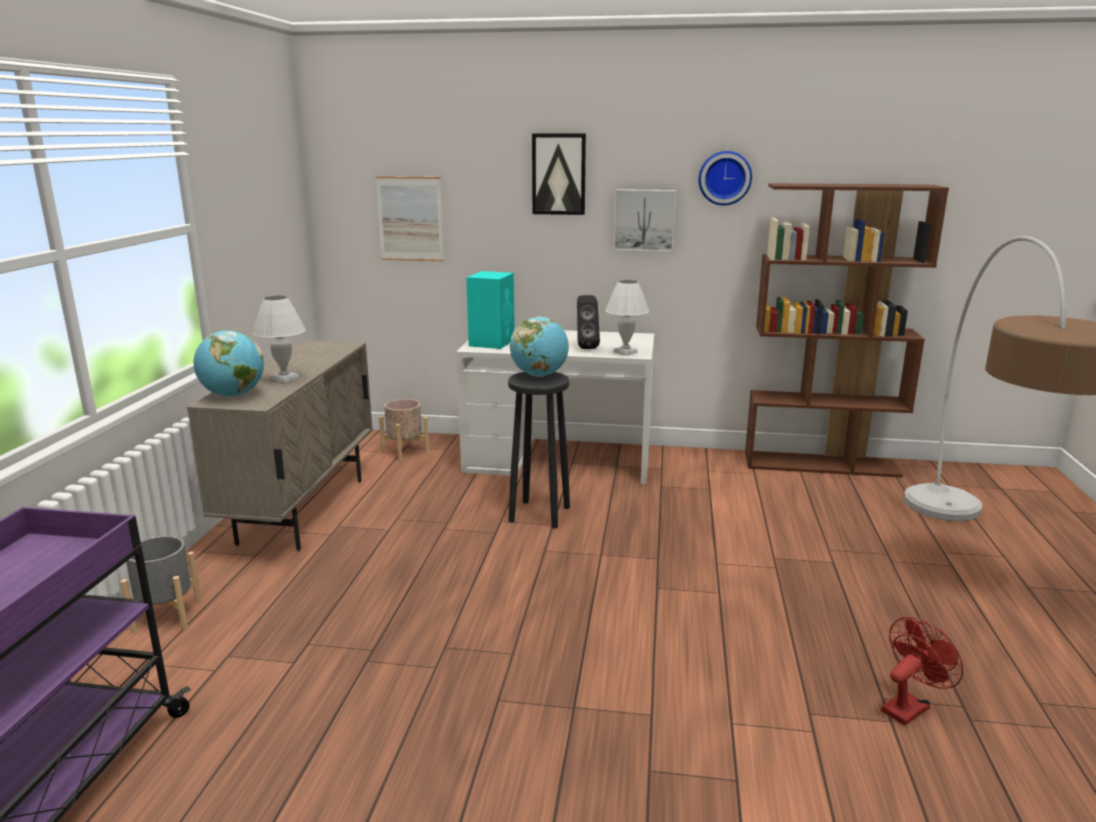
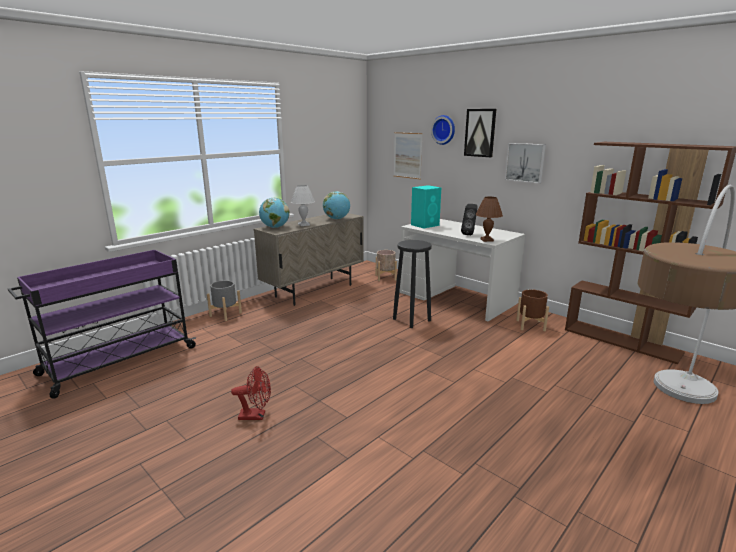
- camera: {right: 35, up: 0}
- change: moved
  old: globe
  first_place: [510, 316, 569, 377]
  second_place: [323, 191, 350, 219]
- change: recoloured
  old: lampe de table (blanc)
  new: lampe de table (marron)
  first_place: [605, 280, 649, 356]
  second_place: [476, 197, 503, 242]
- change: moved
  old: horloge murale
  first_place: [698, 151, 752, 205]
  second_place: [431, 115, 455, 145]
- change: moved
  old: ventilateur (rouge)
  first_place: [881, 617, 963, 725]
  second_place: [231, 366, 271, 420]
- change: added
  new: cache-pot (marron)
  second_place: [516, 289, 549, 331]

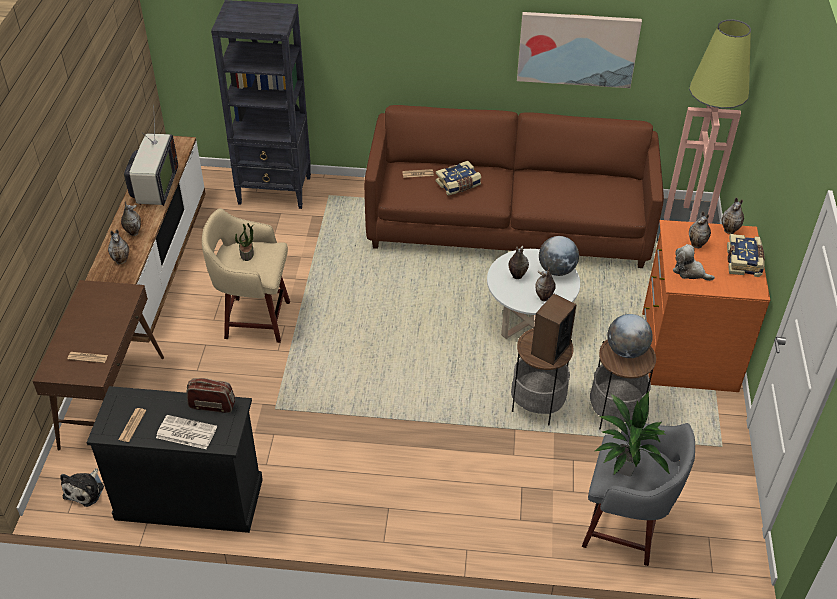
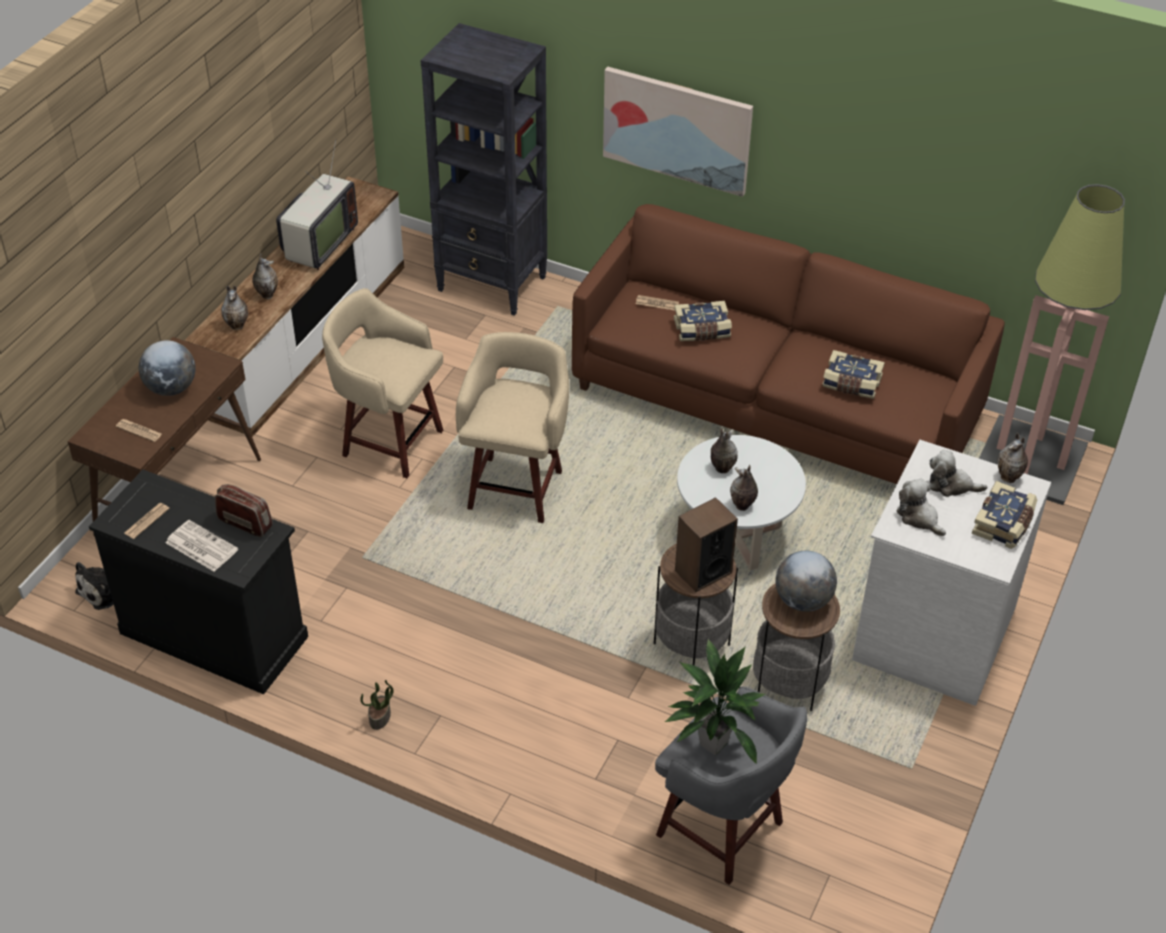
- camera: {right: 20, up: 0}
- change: moved
  old: plante en pot
  first_place: [235, 223, 254, 261]
  second_place: [360, 680, 394, 730]
- change: moved
  old: tableau
  first_place: [517, 12, 642, 88]
  second_place: [603, 67, 753, 197]
- change: moved
  old: globe
  first_place: [539, 236, 579, 276]
  second_place: [139, 340, 195, 396]
- change: recoloured
  old: commode (orange)
  new: commode (blanc)
  first_place: [642, 220, 770, 392]
  second_place: [852, 440, 1052, 706]
- change: replaced
  old: vase
  new: peluche
  first_place: [689, 211, 711, 248]
  second_place: [929, 449, 988, 497]
- change: added
  new: tabouret (beige)
  second_place: [456, 332, 569, 523]
- change: added
  new: livre
  second_place: [822, 350, 885, 399]

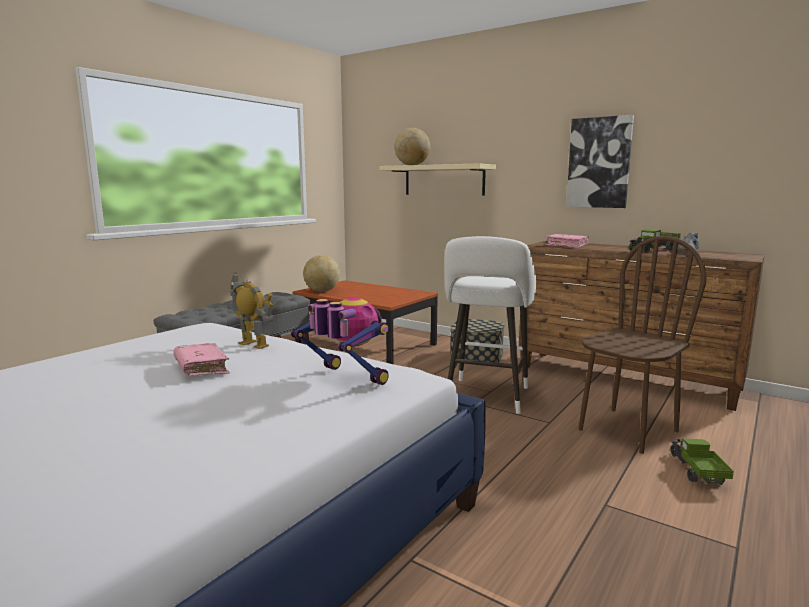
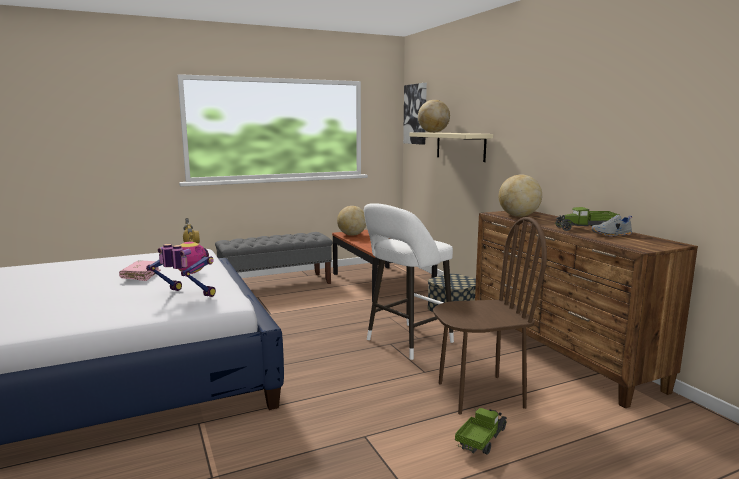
- camera: {right: 30, up: 0}
- change: turned
  old: robot jouet
  first_place: [291, 298, 389, 385]
  second_place: [146, 242, 216, 297]
  degrees: -45
- change: replaced
  old: livre (rose)
  new: globe
  first_place: [545, 234, 589, 248]
  second_place: [499, 174, 542, 217]
- change: moved
  old: tableau
  first_place: [566, 115, 634, 208]
  second_place: [403, 83, 427, 145]

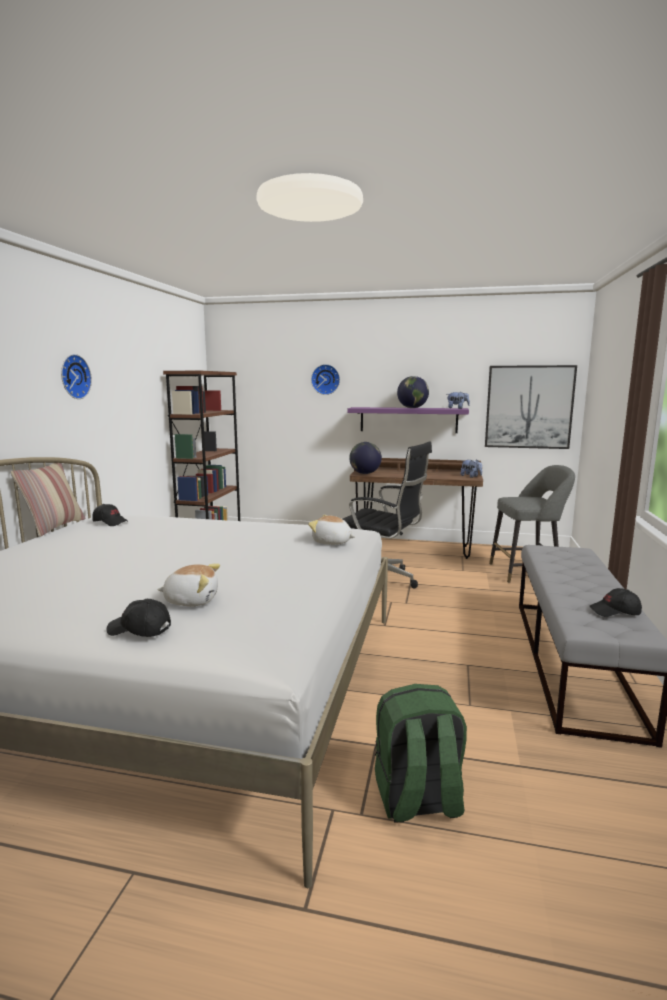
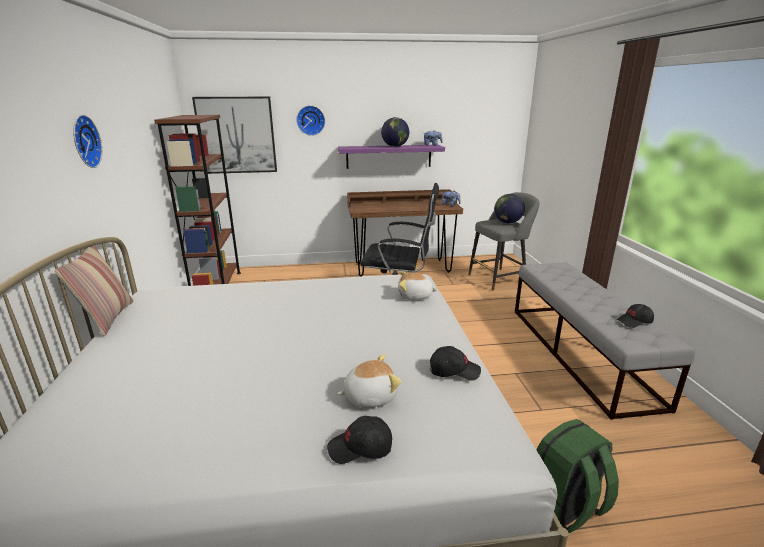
- camera: {right: -20, up: 10}
- change: moved
  old: casquette (noir)
  first_place: [92, 504, 128, 526]
  second_place: [430, 346, 481, 381]
- change: moved
  old: globe
  first_place: [349, 442, 382, 474]
  second_place: [494, 194, 525, 223]
- change: moved
  old: tableau
  first_place: [485, 365, 577, 449]
  second_place: [192, 97, 277, 174]

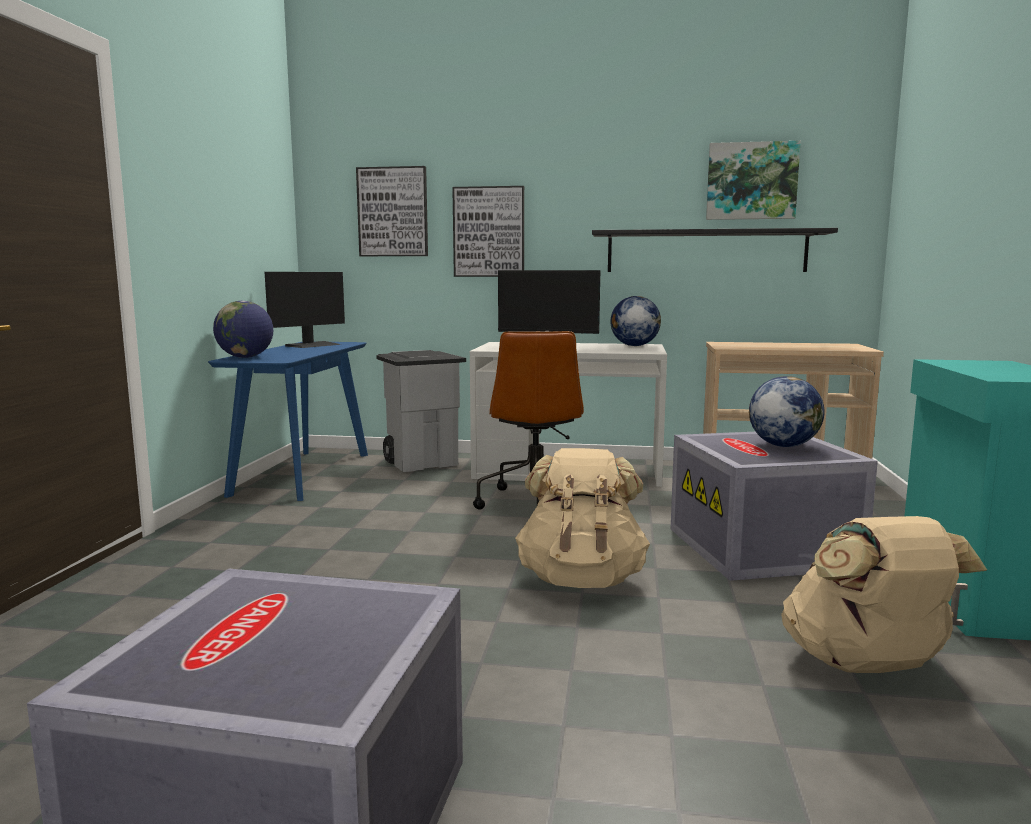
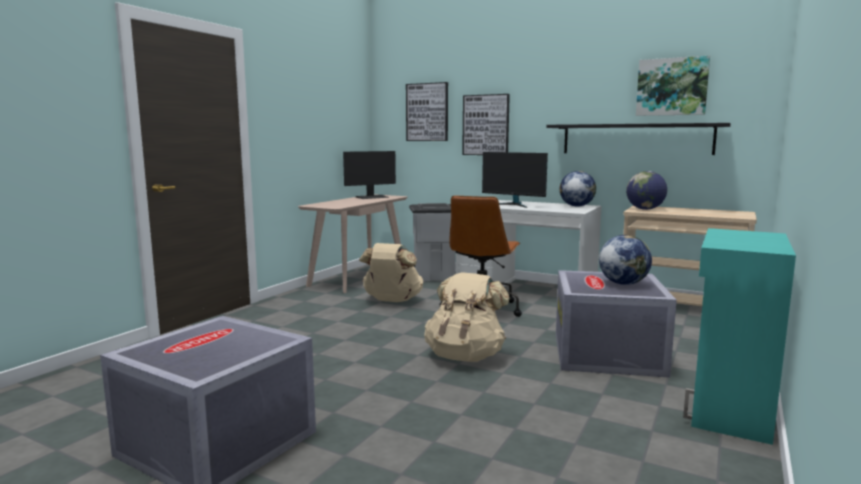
- camera: {right: 20, up: 0}
- change: recoloured
  old: table console (bleu)
  new: table console (beige)
  first_place: [208, 342, 368, 501]
  second_place: [298, 194, 408, 293]
- change: moved
  old: globe
  first_place: [213, 301, 273, 358]
  second_place: [626, 171, 667, 210]
- change: moved
  old: sac à dos (beige)
  first_place: [781, 516, 987, 673]
  second_place: [359, 243, 423, 302]

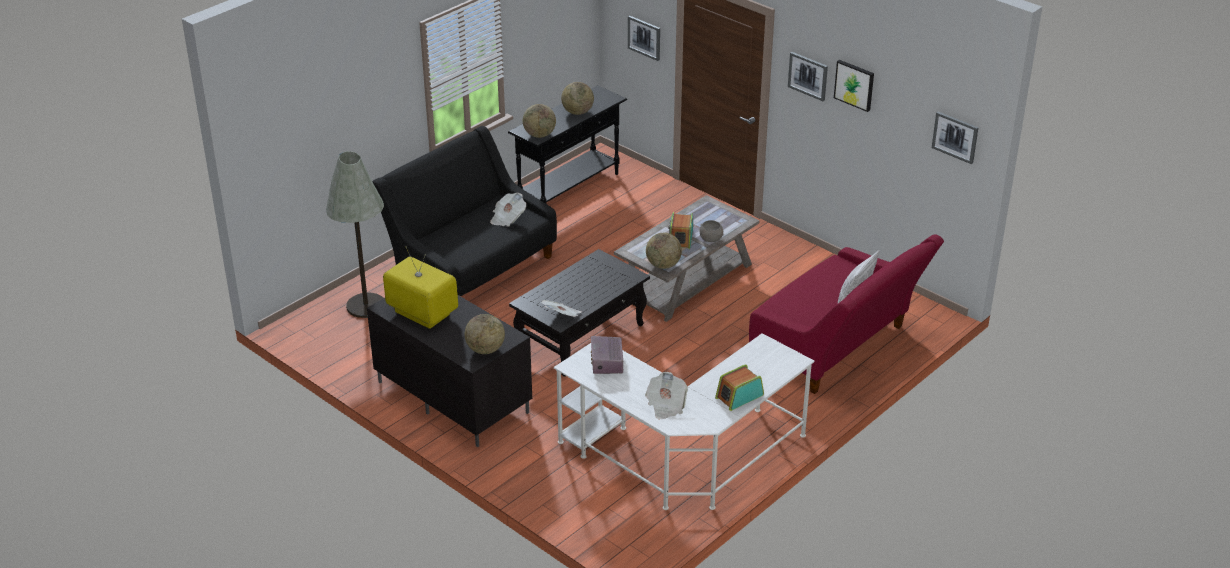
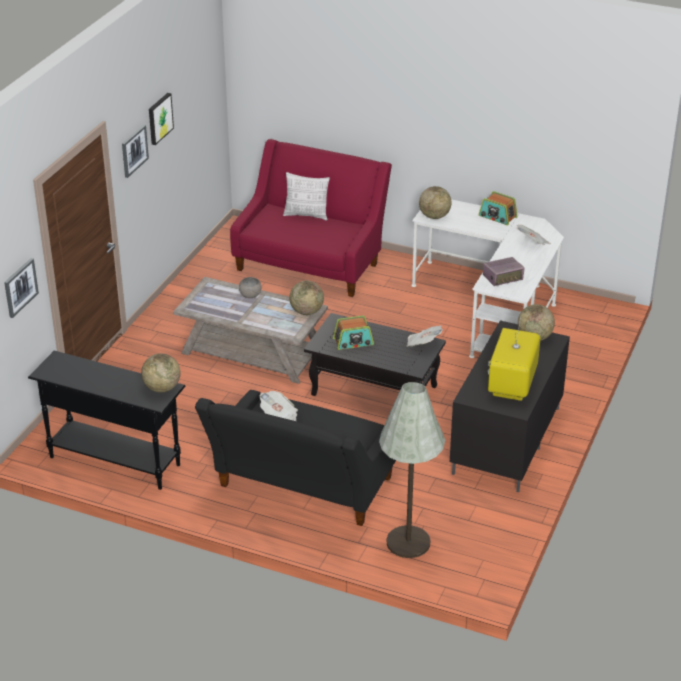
- camera: {right: -110, up: 0}
- change: moved
  old: globe
  first_place: [561, 82, 594, 115]
  second_place: [419, 186, 452, 219]
- change: moved
  old: radio
  first_place: [669, 212, 693, 249]
  second_place: [333, 315, 374, 350]
- change: removed
  old: tableau
  first_place: [932, 112, 979, 164]

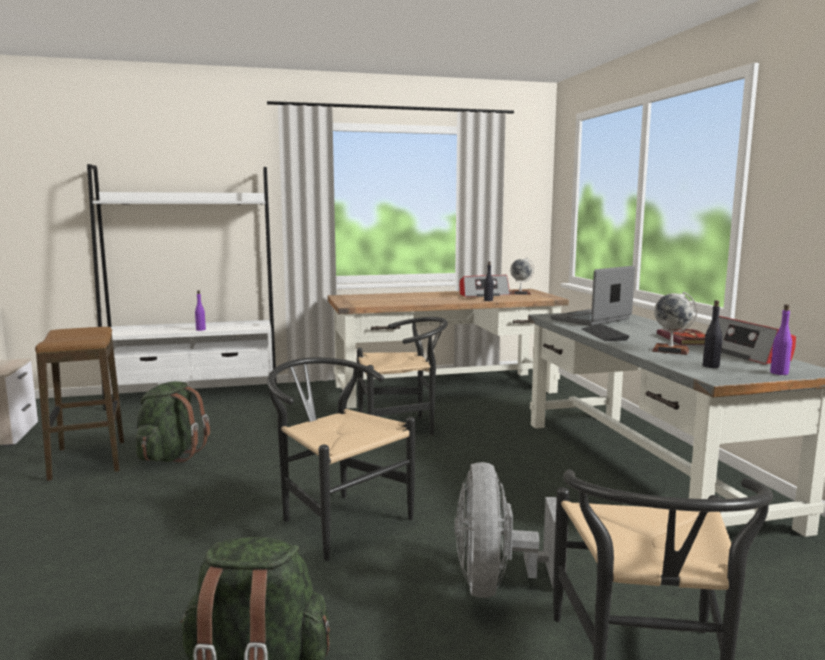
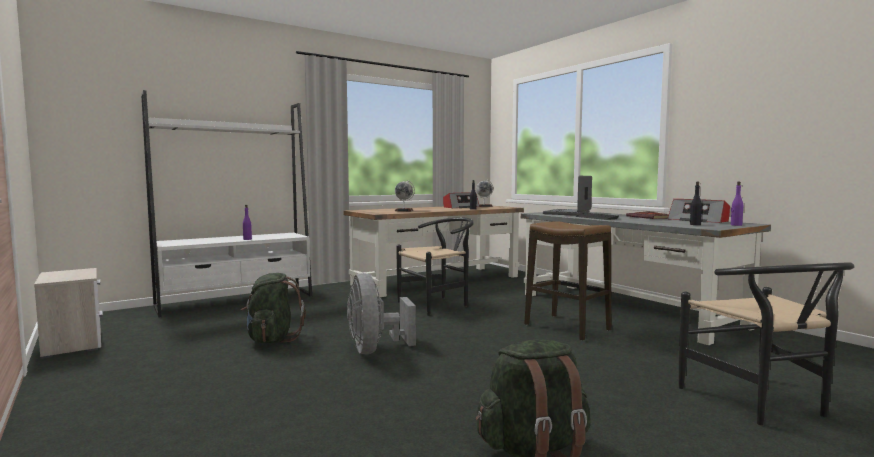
- camera: {right: -20, up: -5}
- change: moved
  old: tabouret
  first_place: [35, 327, 124, 481]
  second_place: [524, 221, 611, 341]
- change: removed
  old: chaise (noir)
  first_place: [267, 357, 415, 561]
- change: moved
  old: ventilateur (gris)
  first_place: [455, 462, 568, 598]
  second_place: [347, 273, 416, 354]
- change: moved
  old: globe
  first_place: [652, 292, 697, 355]
  second_place: [395, 180, 415, 211]

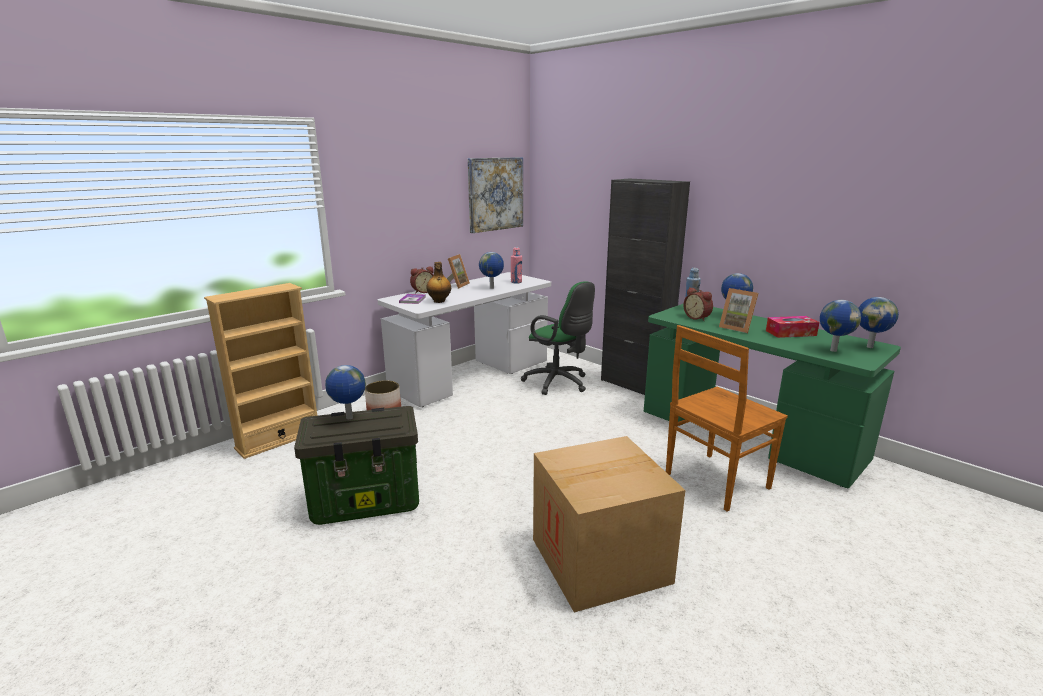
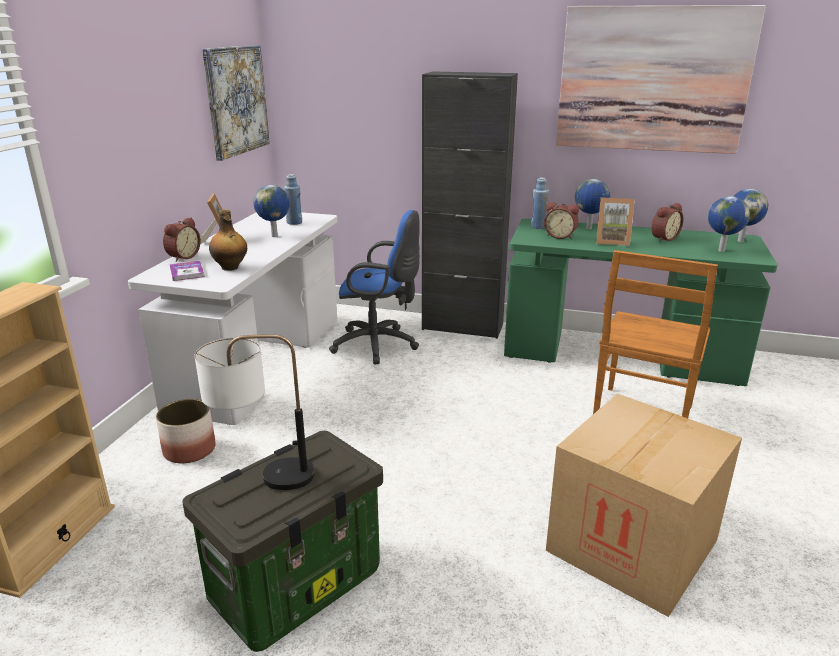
- camera: {right: -30, up: 5}
- change: replaced
  old: globe
  new: lampe de table
  first_place: [325, 365, 366, 419]
  second_place: [195, 334, 315, 490]
- change: recoloured
  old: bouteille (rose)
  new: bouteille (bleu)
  first_place: [511, 247, 522, 284]
  second_place: [284, 174, 302, 225]
- change: recoloured
  old: chaise de bureau (vert)
  new: chaise de bureau (bleu)
  first_place: [521, 281, 595, 395]
  second_place: [329, 210, 420, 364]
- change: replaced
  old: boîte à mouchoirs
  new: réveil
  first_place: [766, 316, 819, 338]
  second_place: [652, 203, 684, 242]
- change: added
  new: tableau
  second_place: [556, 5, 766, 154]

